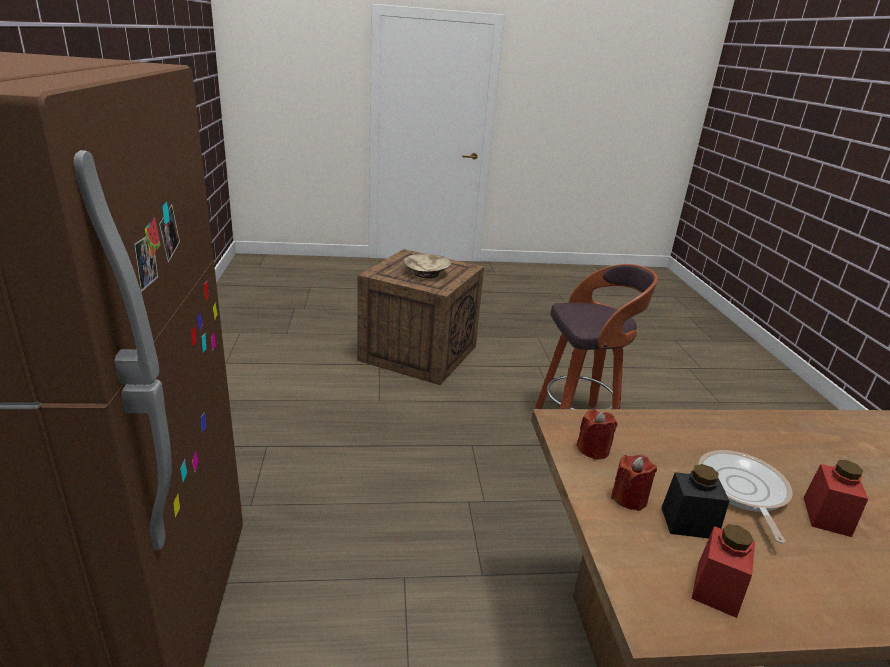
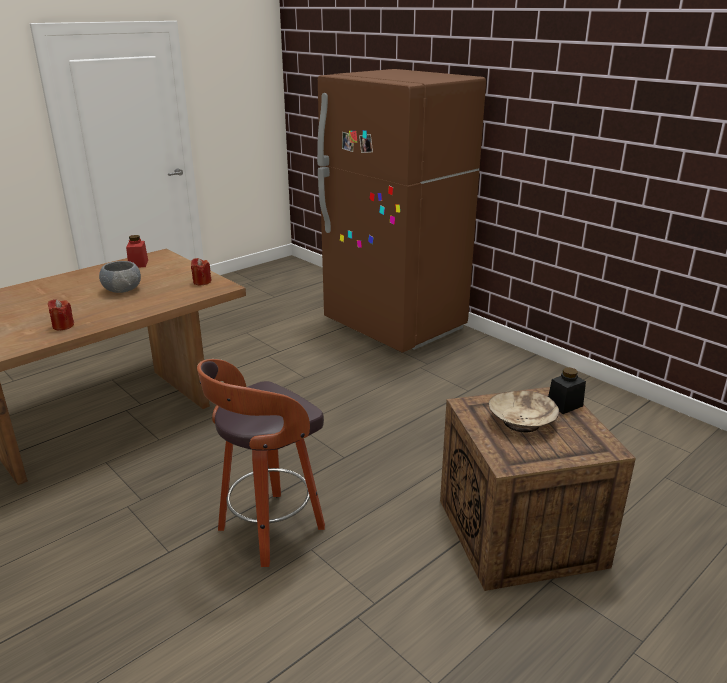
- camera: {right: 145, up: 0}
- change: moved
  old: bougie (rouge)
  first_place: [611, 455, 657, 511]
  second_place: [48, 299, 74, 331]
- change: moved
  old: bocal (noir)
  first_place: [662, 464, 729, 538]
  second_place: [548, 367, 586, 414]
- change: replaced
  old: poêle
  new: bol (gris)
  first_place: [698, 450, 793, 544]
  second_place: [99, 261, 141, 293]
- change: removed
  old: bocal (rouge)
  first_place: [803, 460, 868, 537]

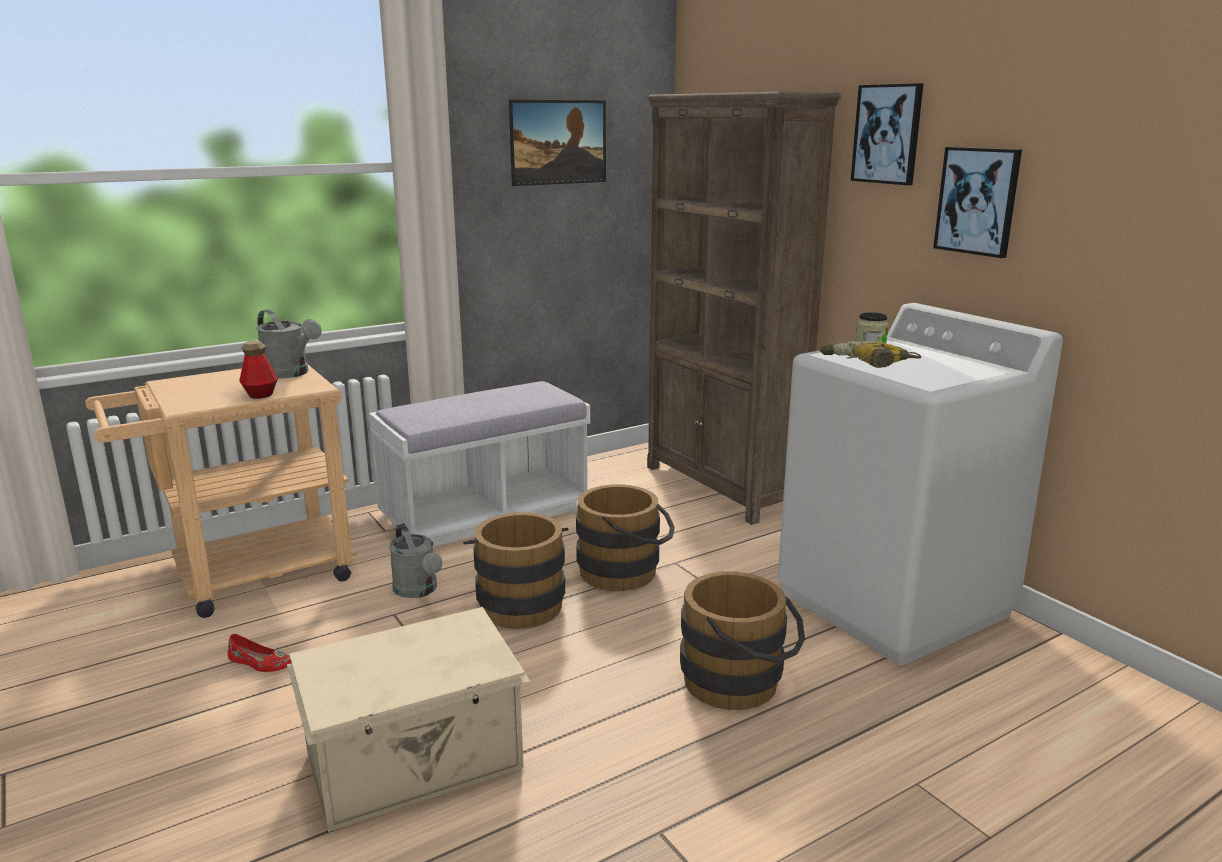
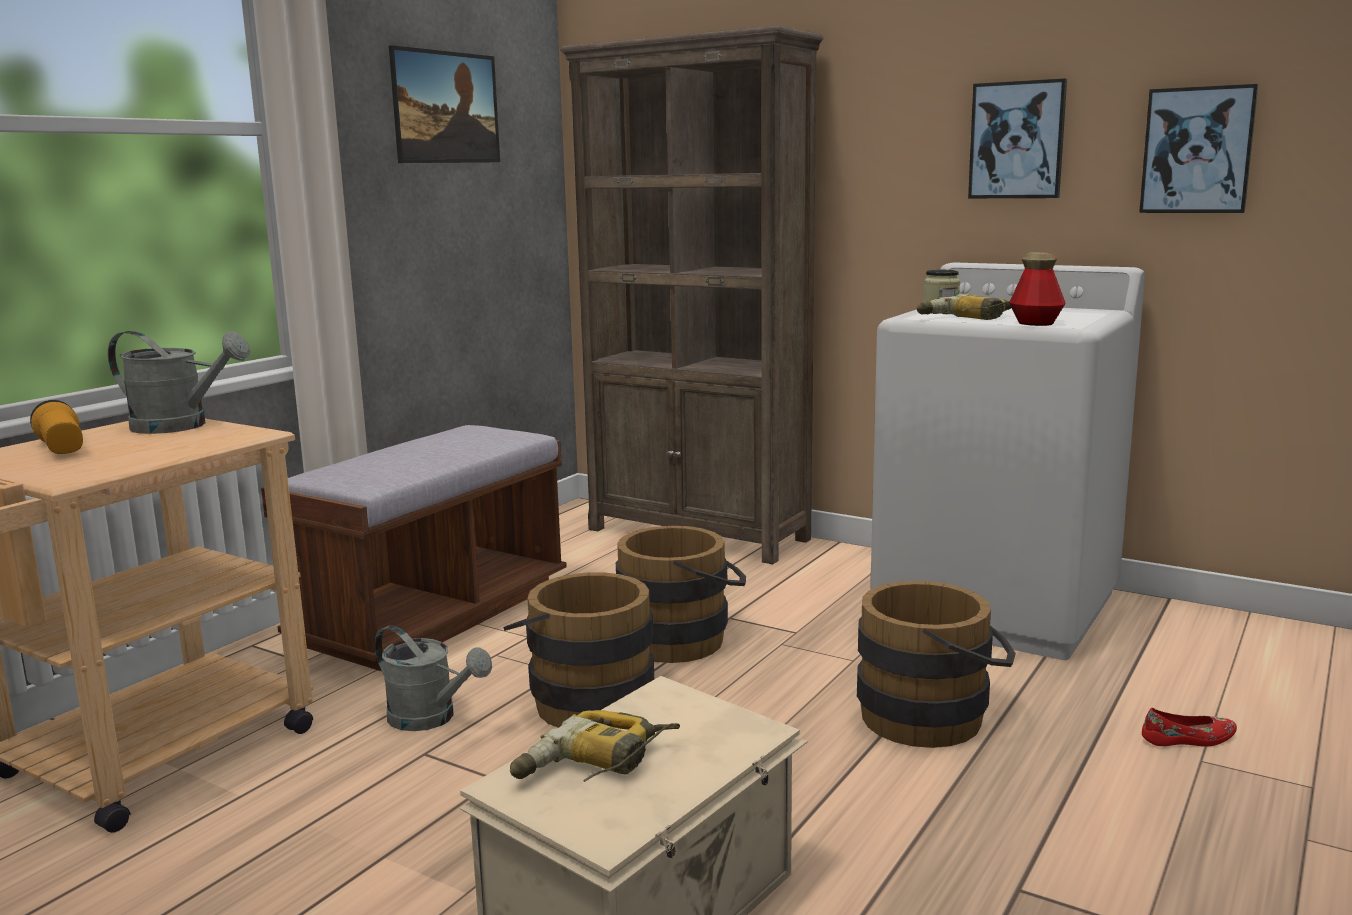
- camera: {right: -25, up: -5}
- change: moved
  old: chaussure (rouge)
  first_place: [228, 634, 291, 672]
  second_place: [1142, 708, 1237, 747]
- change: moved
  old: bouteille
  first_place: [239, 340, 278, 398]
  second_place: [1009, 252, 1066, 326]
- change: recoloured
  old: banc (blanc)
  new: banc (marron)
  first_place: [369, 381, 590, 547]
  second_place: [261, 425, 567, 671]
- change: moved
  old: tableau
  first_place: [851, 83, 923, 185]
  second_place: [1139, 84, 1258, 213]
- change: added
  new: lampe de poche
  second_place: [30, 400, 83, 454]
- change: added
  new: perceuse
  second_place: [510, 710, 680, 782]

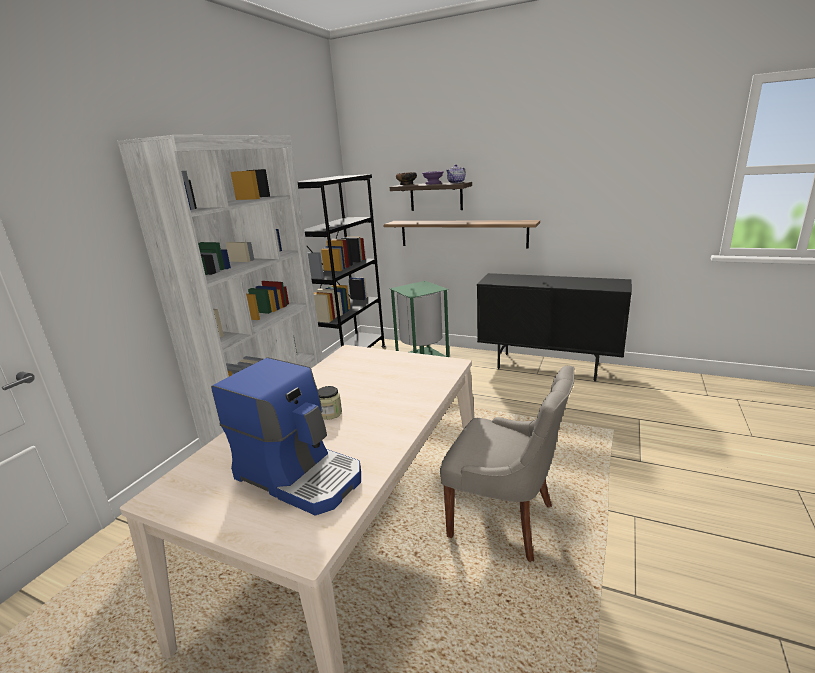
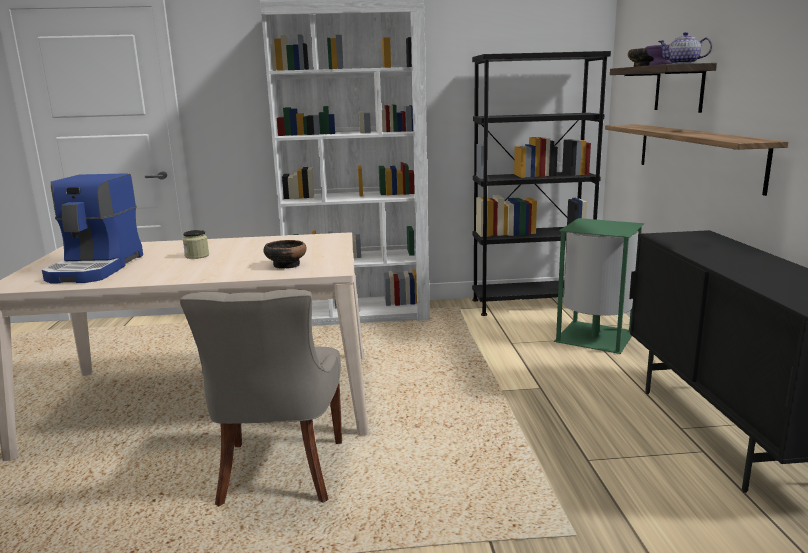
- camera: {right: 60, up: -5}
- change: added
  new: bol
  second_place: [263, 240, 307, 269]

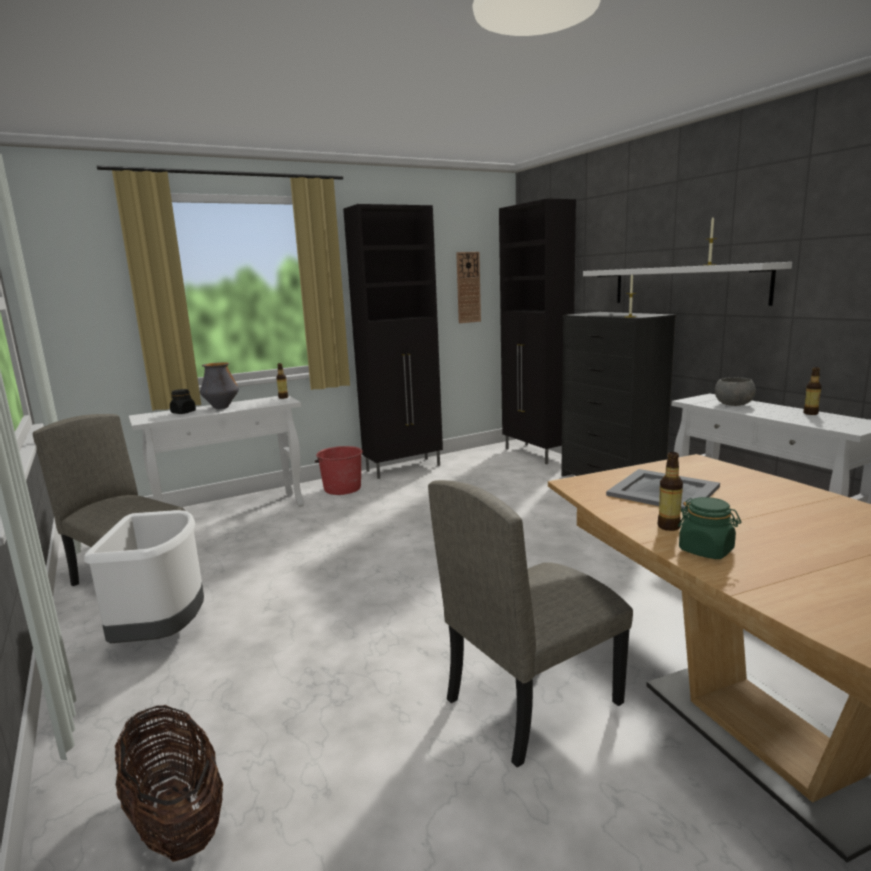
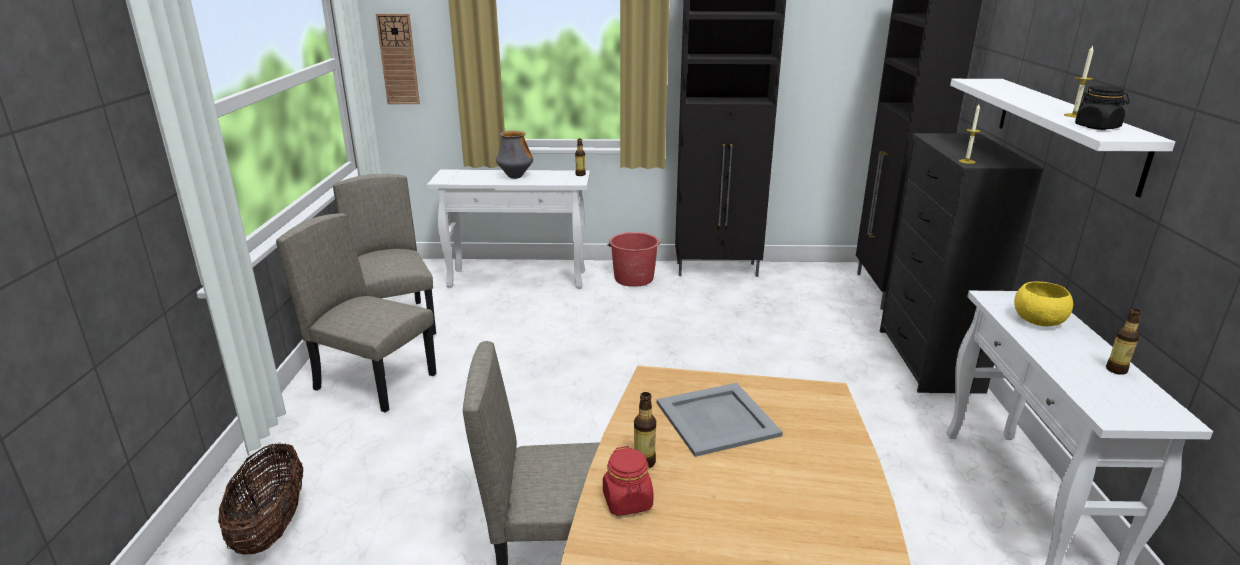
- camera: {right: 30, up: 10}
- change: replaced
  old: poubelle (blanc)
  new: chaise (beige)
  first_place: [84, 510, 204, 643]
  second_place: [276, 213, 436, 413]
- change: moved
  old: bocal (noir)
  first_place: [170, 389, 196, 414]
  second_place: [1075, 86, 1130, 130]
- change: moved
  old: horloge murale
  first_place: [456, 252, 481, 323]
  second_place: [376, 14, 420, 104]
- change: recoloured
  old: bocal (vert)
  new: bocal (rouge)
  first_place: [678, 497, 741, 559]
  second_place: [603, 446, 654, 516]
- change: recoloured
  old: bol (gris)
  new: bol (jaune)
  first_place: [715, 377, 756, 406]
  second_place: [1014, 282, 1073, 326]

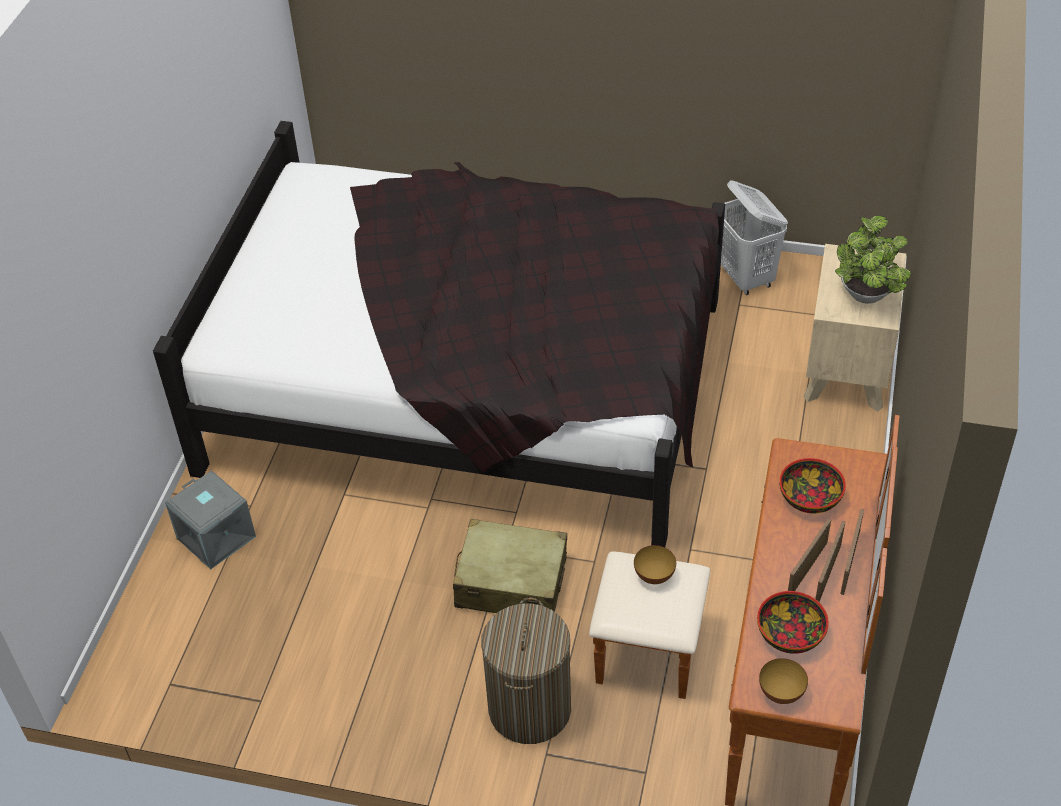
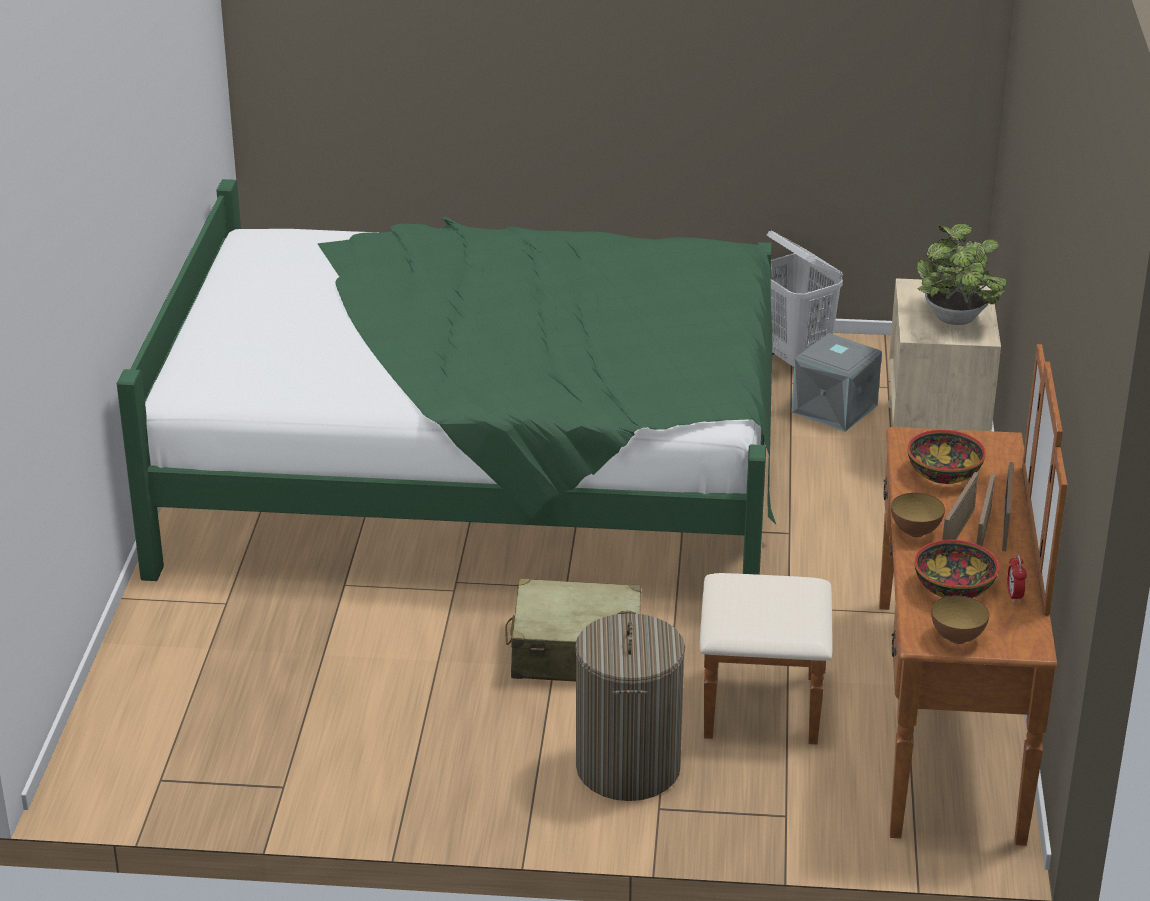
- camera: {right: -10, up: -15}
- change: recoloured
  old: lit (noir)
  new: lit (vert)
  first_place: [153, 121, 725, 547]
  second_place: [117, 179, 776, 581]
- change: moved
  old: boîte de rangement (gris)
  first_place: [165, 470, 256, 569]
  second_place: [792, 333, 882, 432]
- change: moved
  old: bol
  first_place: [634, 545, 676, 584]
  second_place: [891, 493, 945, 537]
- change: added
  new: réveil
  second_place: [1007, 554, 1027, 603]

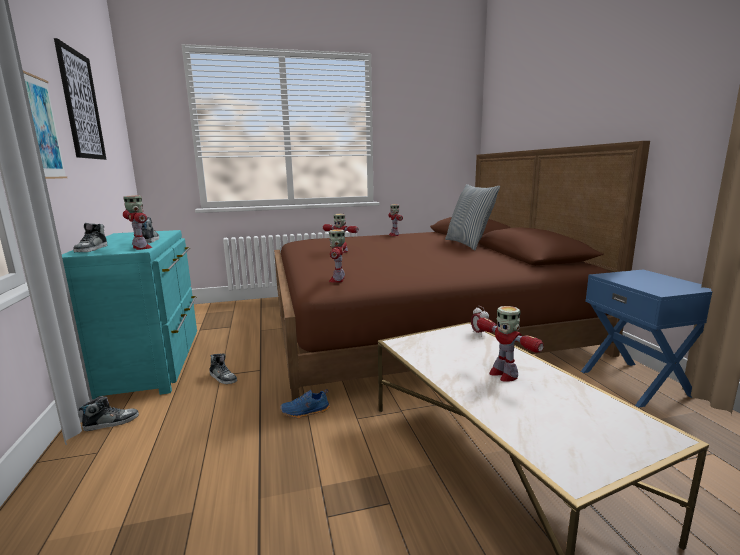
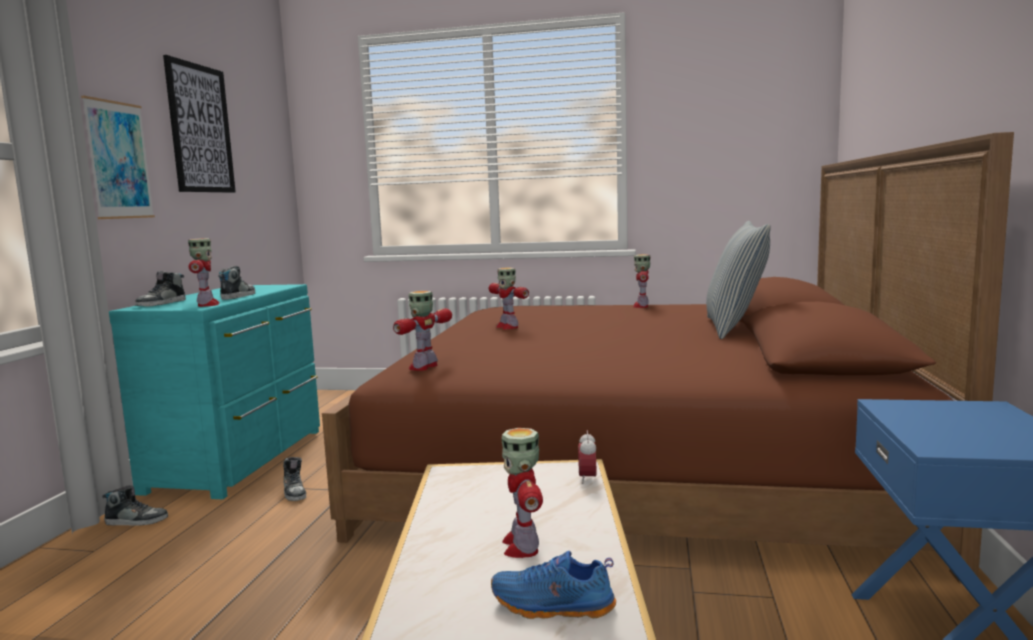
- camera: {right: 25, up: -5}
- change: moved
  old: chaussure (bleu)
  first_place: [280, 389, 330, 418]
  second_place: [491, 551, 616, 619]

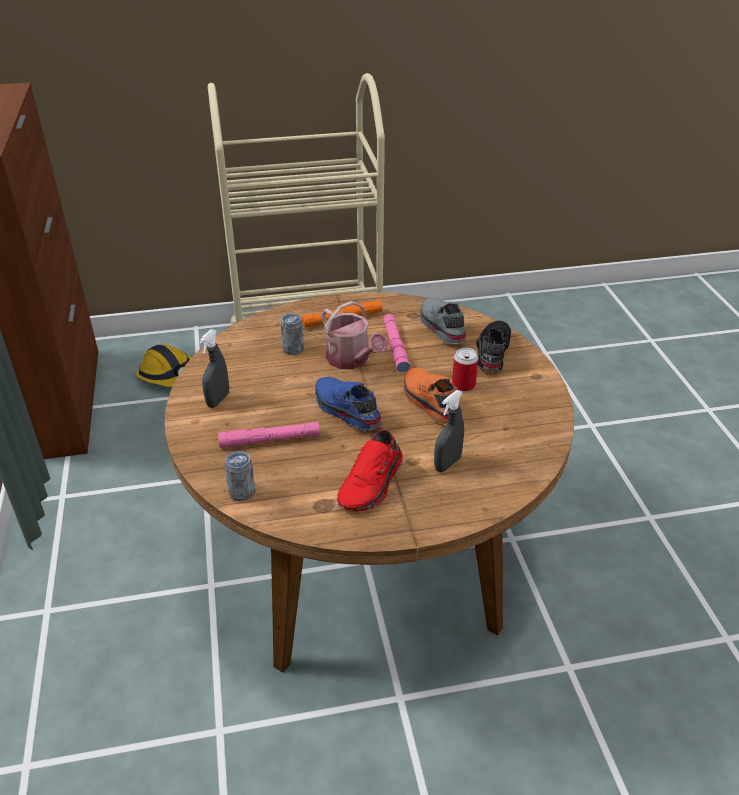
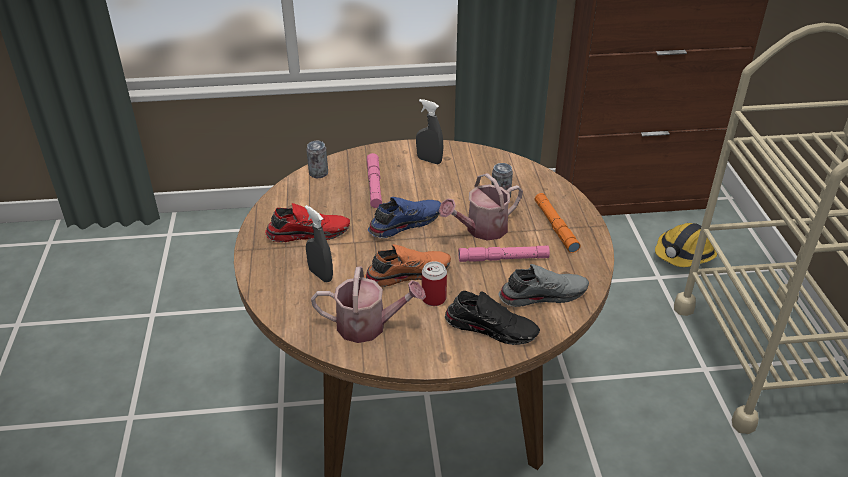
- camera: {right: 95, up: 0}
- change: turned
  old: chaussure (rouge)
  first_place: [337, 430, 403, 512]
  second_place: [265, 203, 350, 242]
  degrees: 135
- change: added
  new: arrosoir
  second_place: [311, 266, 426, 343]

